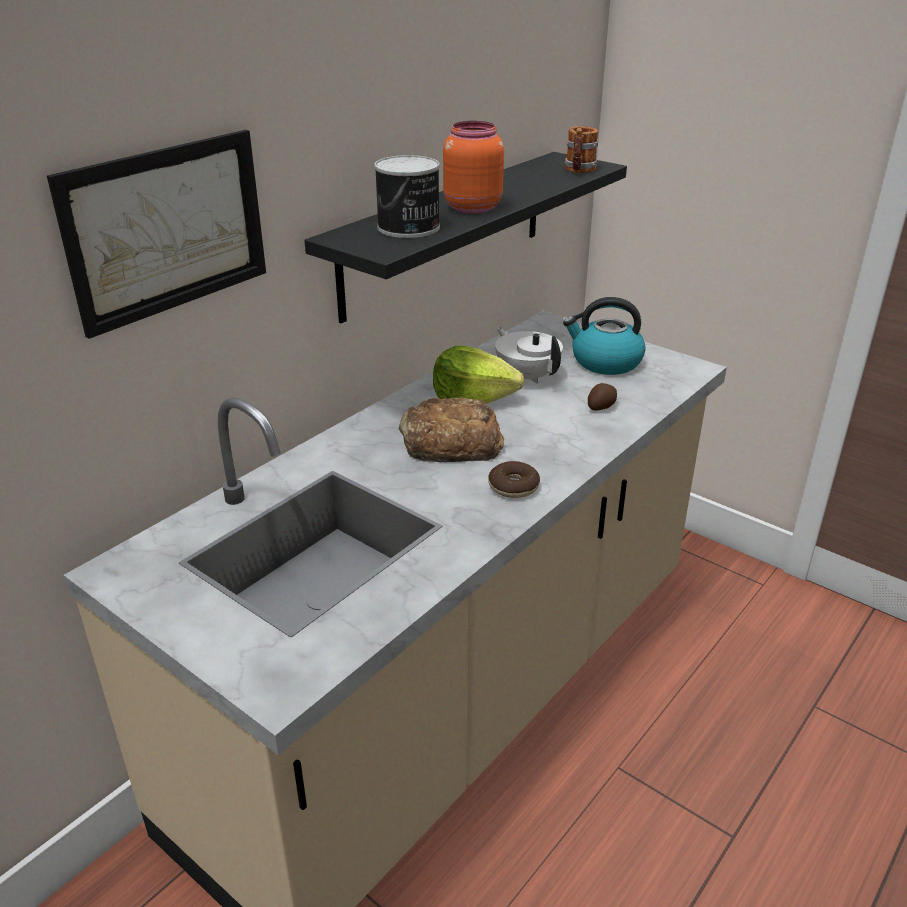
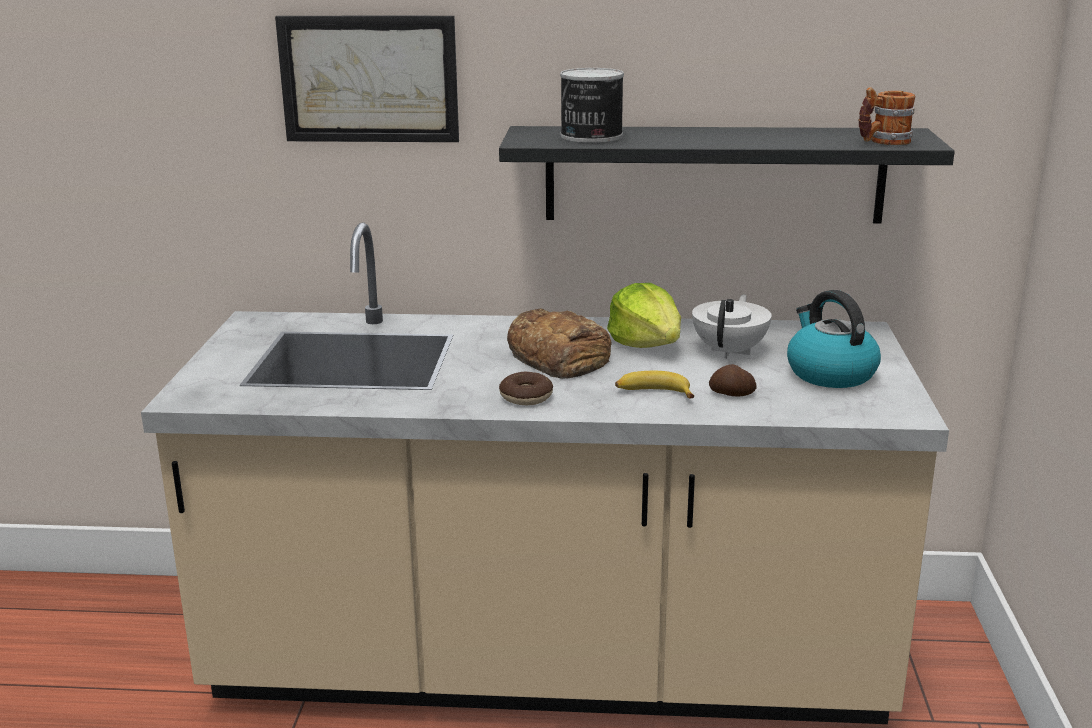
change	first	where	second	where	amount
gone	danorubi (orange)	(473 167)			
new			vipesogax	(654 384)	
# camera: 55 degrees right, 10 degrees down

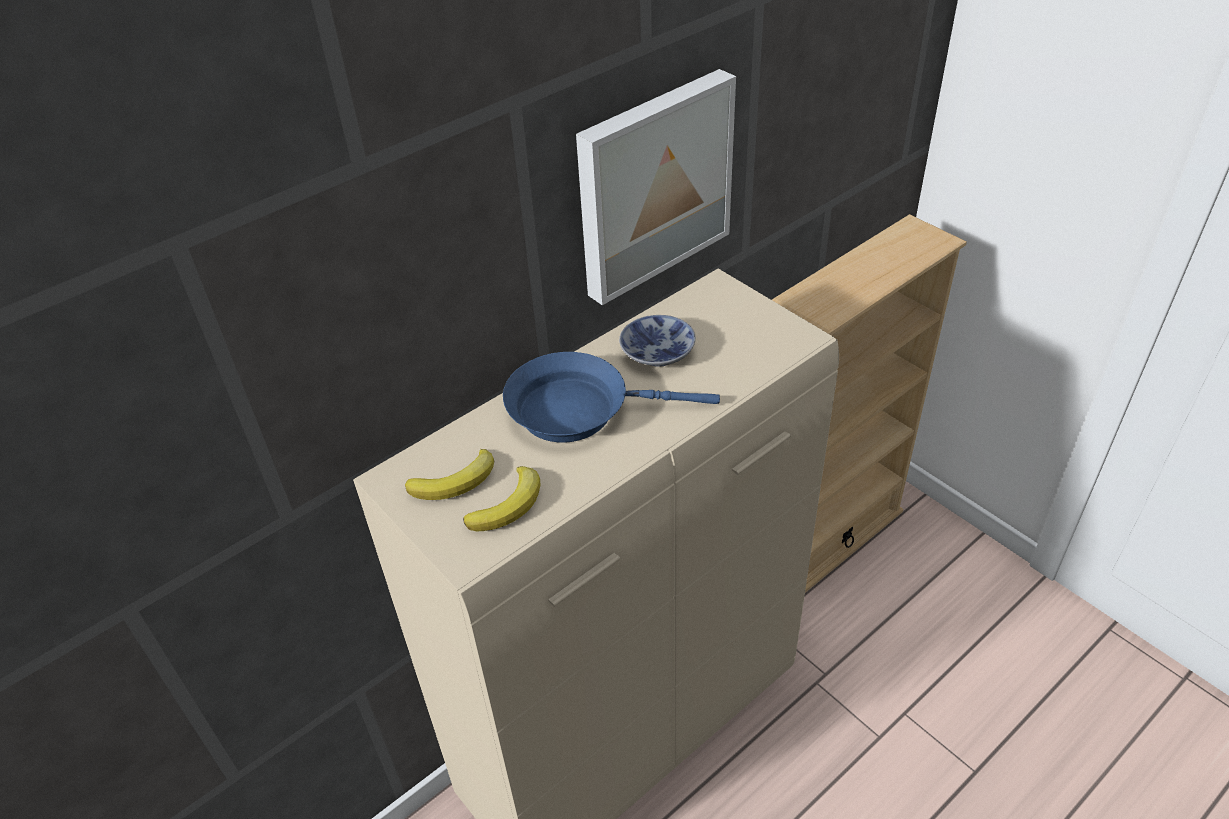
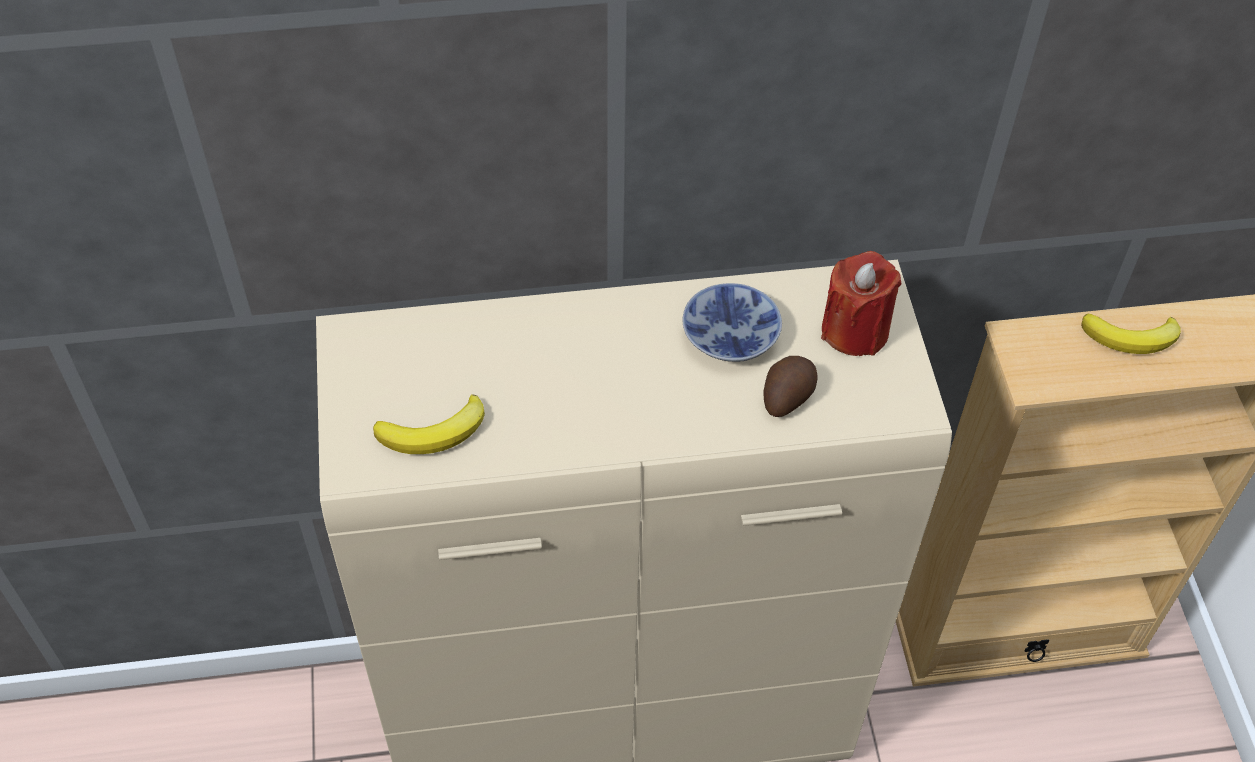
change	first	where	second	where	amount
shifted	vipesogax	(449 474)		(1131 334)	
gone	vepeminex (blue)	(611 397)			
gone	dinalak	(656 187)			
new			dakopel	(790 386)	
new			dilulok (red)	(861 303)	
# camera: 30 degrees right, 10 degrees up

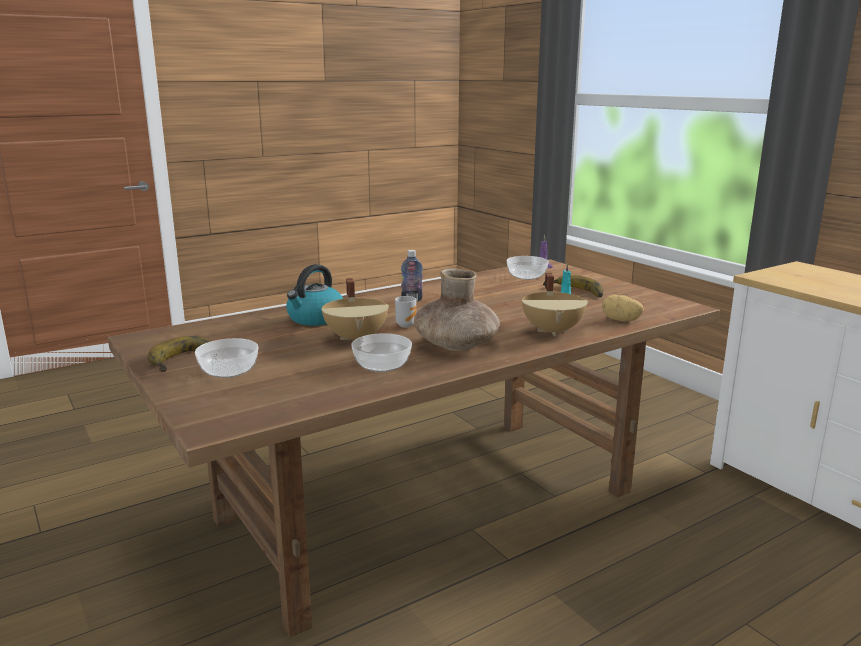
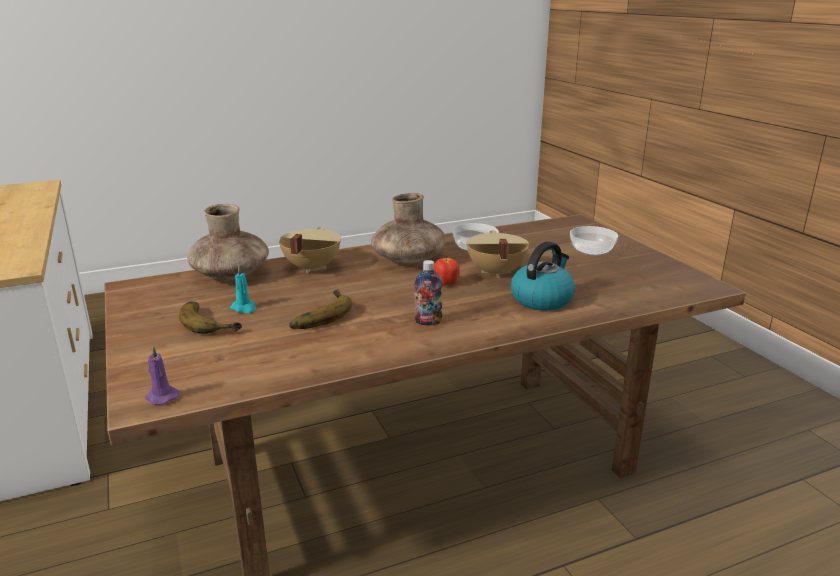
change	first	where	second	where	amount
shifted	vipesogax	(179 354)		(320 309)	
swapped	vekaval	(405 312)	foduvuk	(447 271)	
gone	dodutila	(528 268)			
swapped	dakopel	(622 308)	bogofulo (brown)	(228 242)	
# camera: 170 degrees left, 5 degrees up

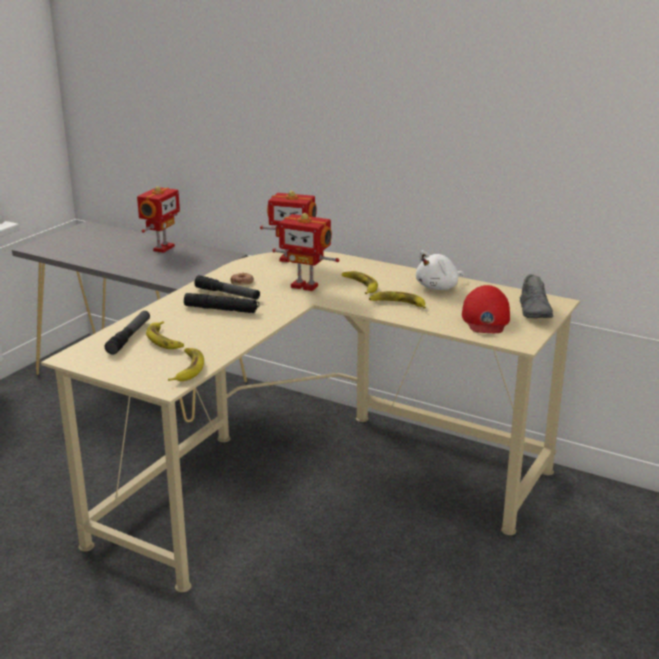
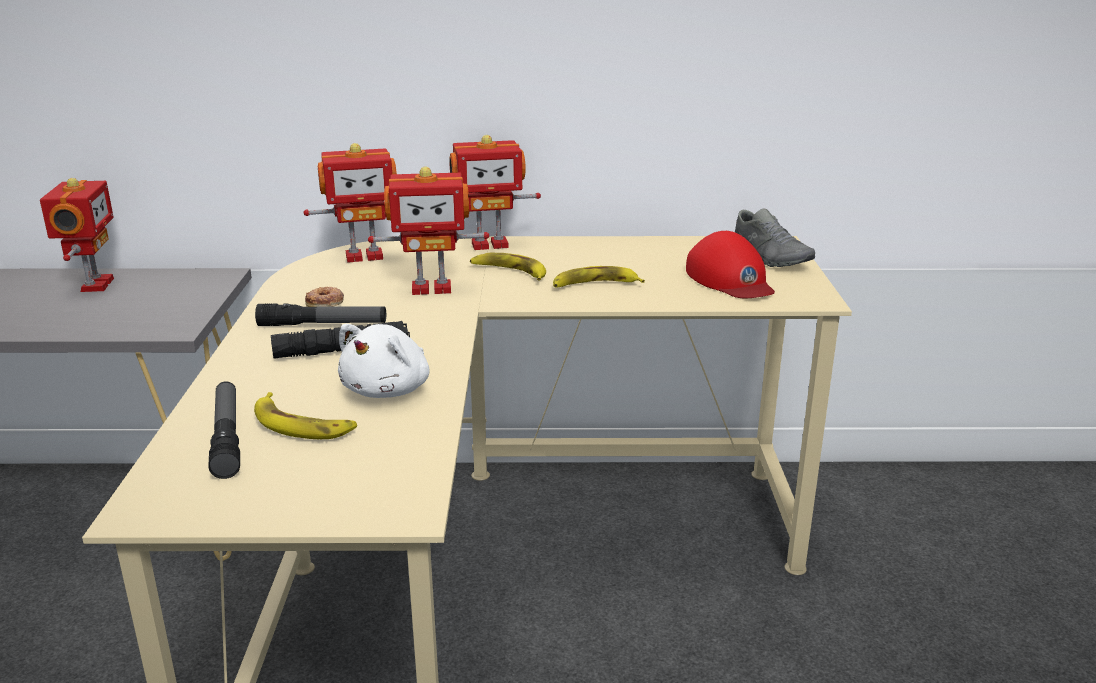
change	first	where	second	where	amount
gone	vipesogax	(186 364)			
shifted	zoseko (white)	(440 270)		(383 361)	
new			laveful	(495 192)	
# camera: 30 degrees left, 0 degrees up

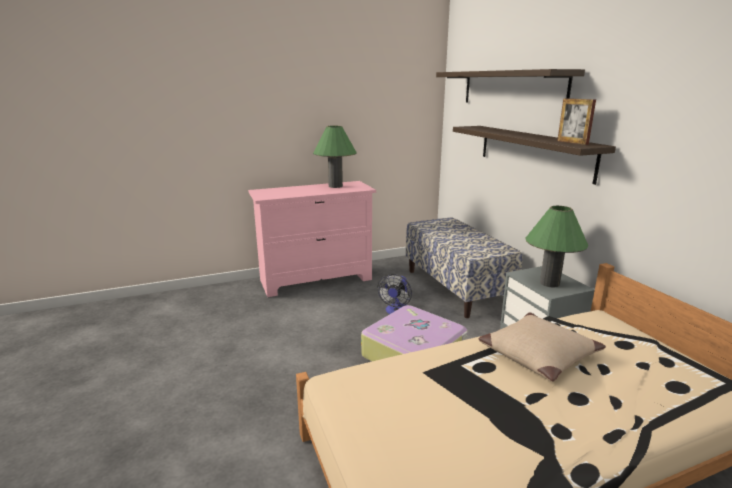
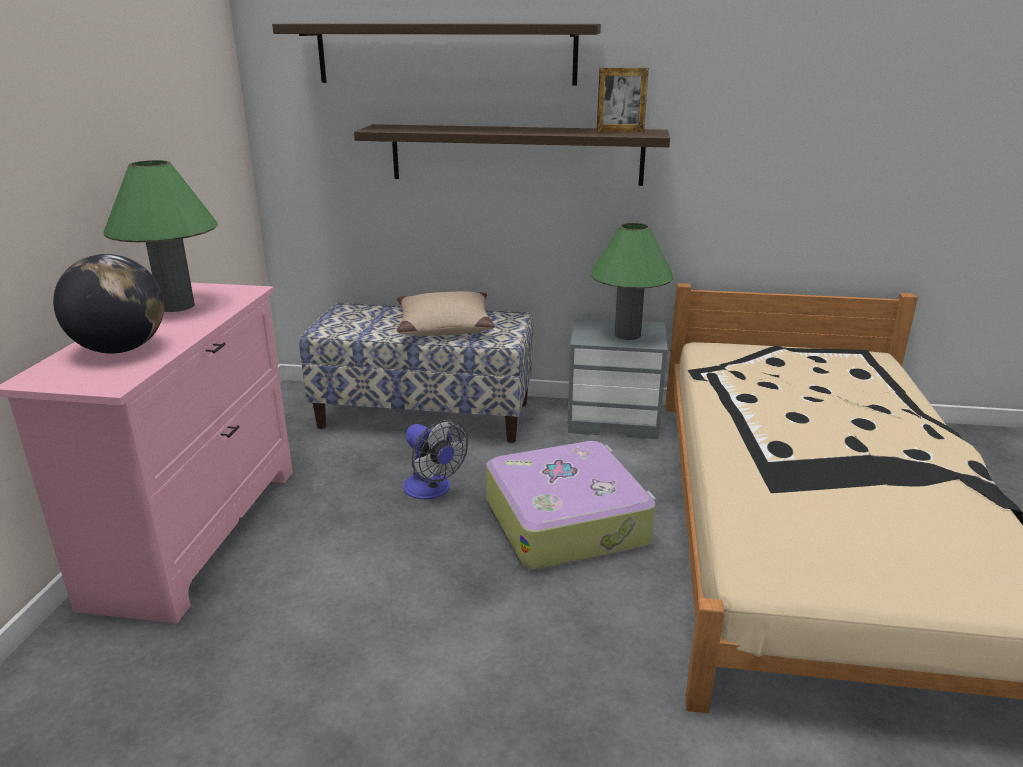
change	first	where	second	where	amount
shifted	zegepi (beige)	(542 347)		(446 313)	
new			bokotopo	(108 304)	
# camera: 60 degrees left, 5 degrees up

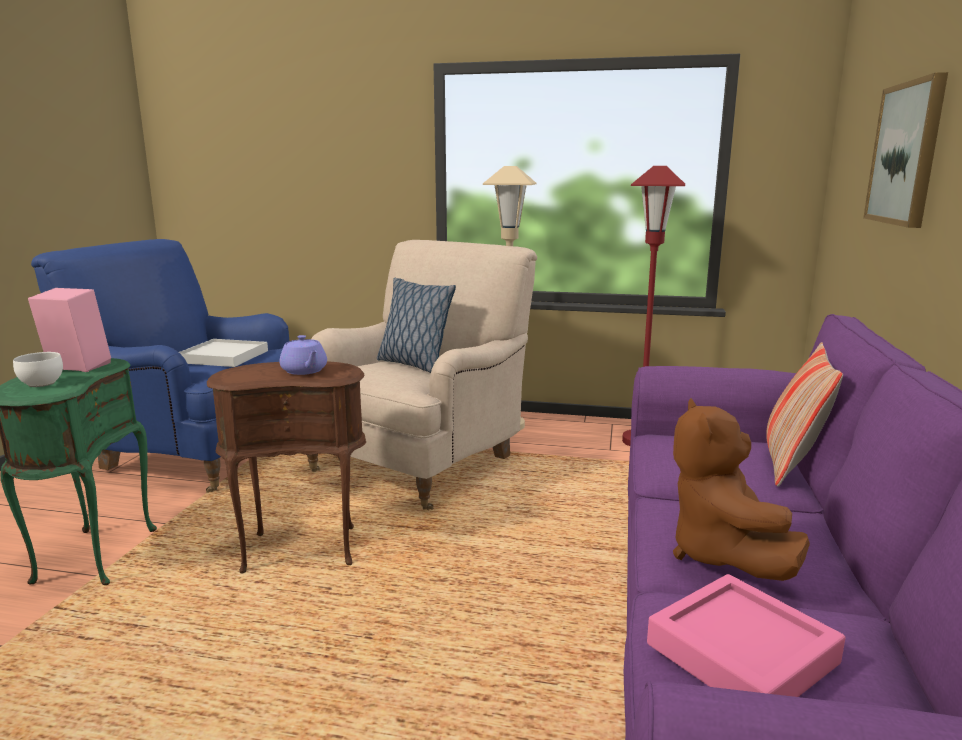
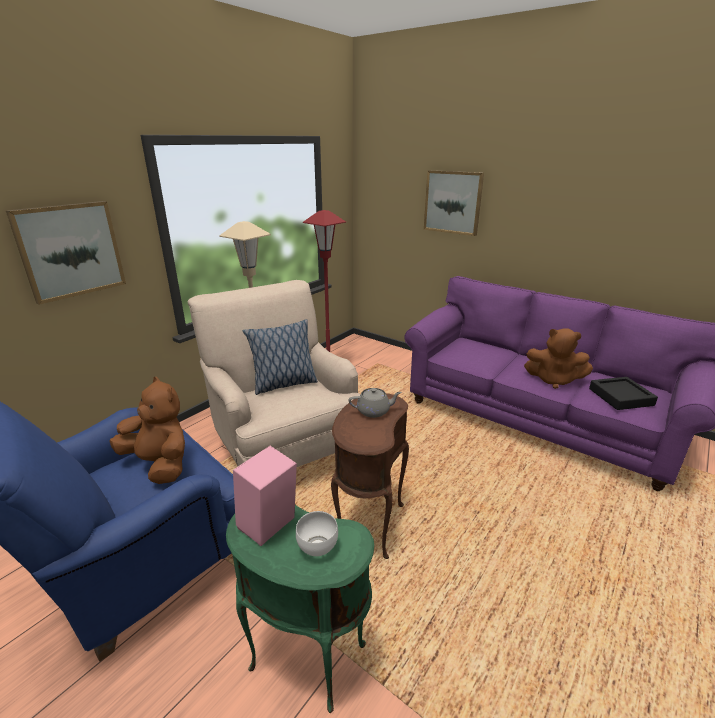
change	first	where	second	where	amount
swapped	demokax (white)	(223 353)	zoseko (brown)	(147 430)	
repainted	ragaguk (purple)	(303 355)	ragaguk (grey)	(375 403)	
repainted	demokax (pink)	(746 635)	demokax (black)	(623 393)	
gone	zegepi	(804 414)			
new			dinalak	(66 253)	
# camera: 65 degrees left, 10 degrees up

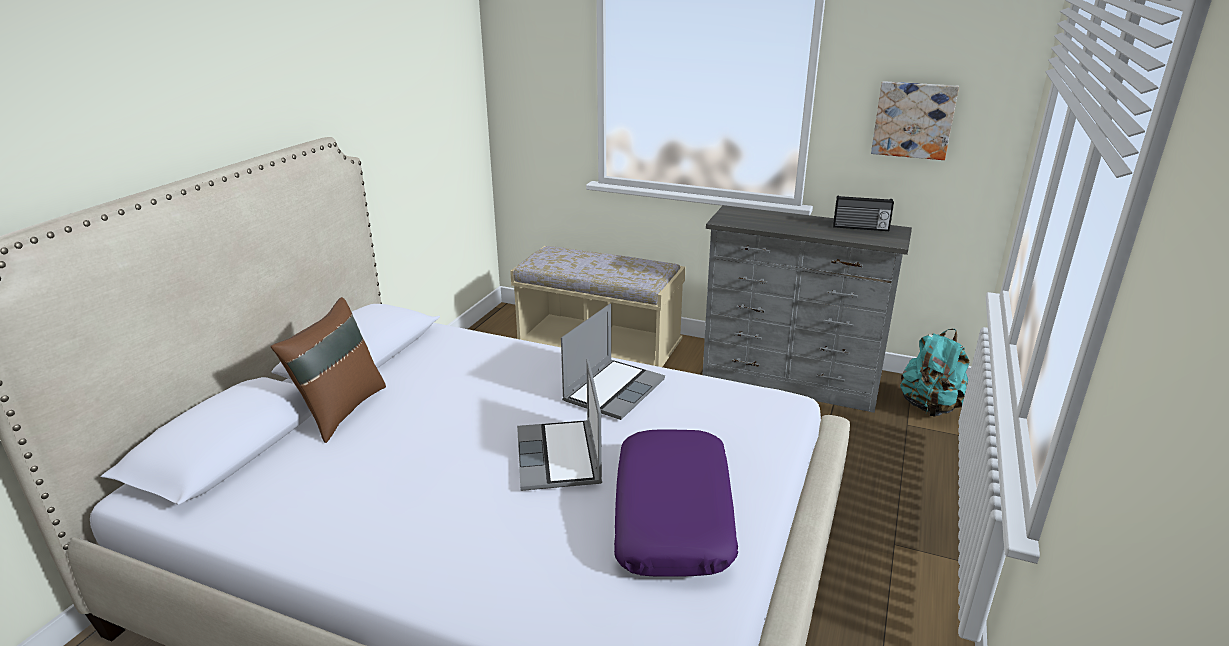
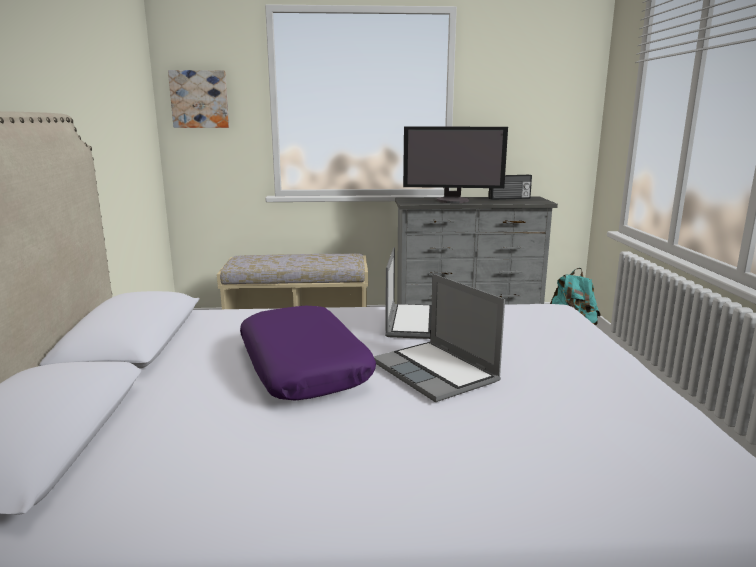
change	first	where	second	where	amount
gone	zegepi (brown)	(328 370)			
shifted	zegepi (purple)	(676 503)		(308 353)	
shifted	dinalak	(915 120)		(198 99)	
new			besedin	(455 165)	
# camera: 25 degrees left, 10 degrees down

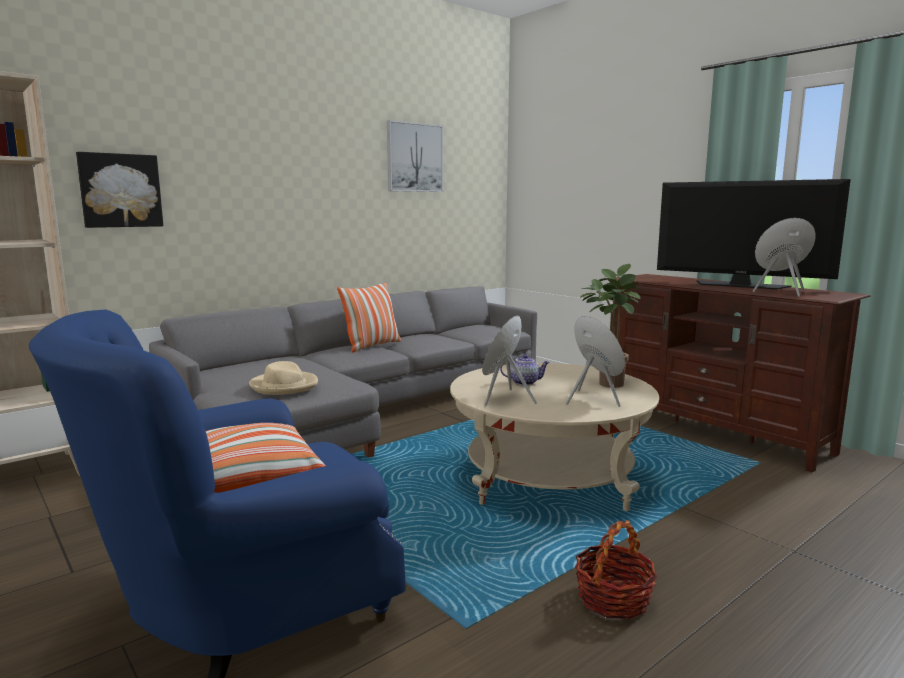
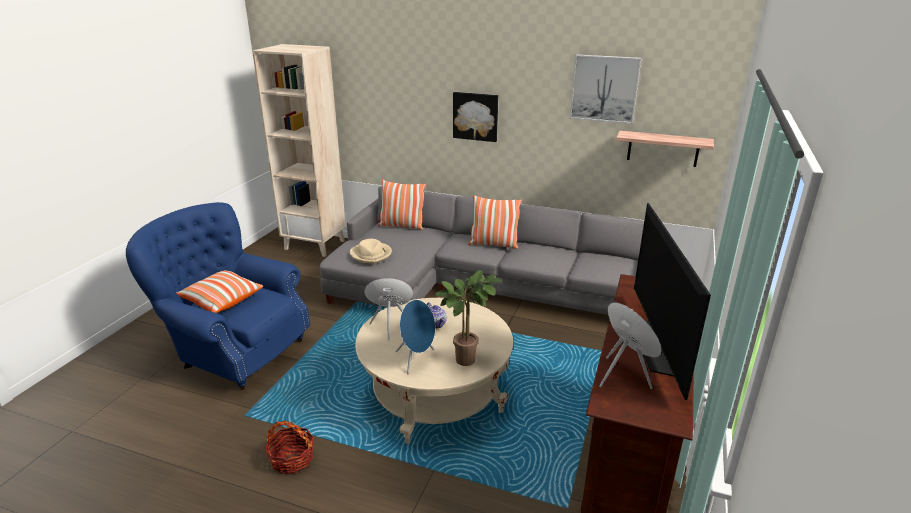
change	first	where	second	where	amount
shifted	dinalak	(119 190)		(475 117)	
new			zegepi	(402 204)	
new			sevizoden	(665 149)	
# camera: 60 degrees right, 15 degrees up

